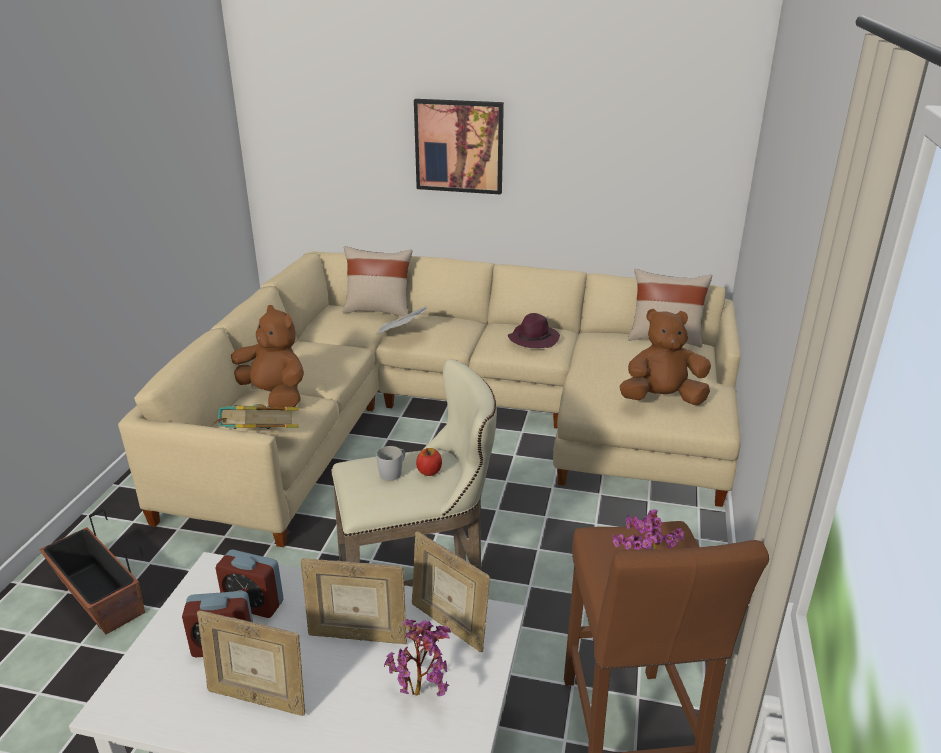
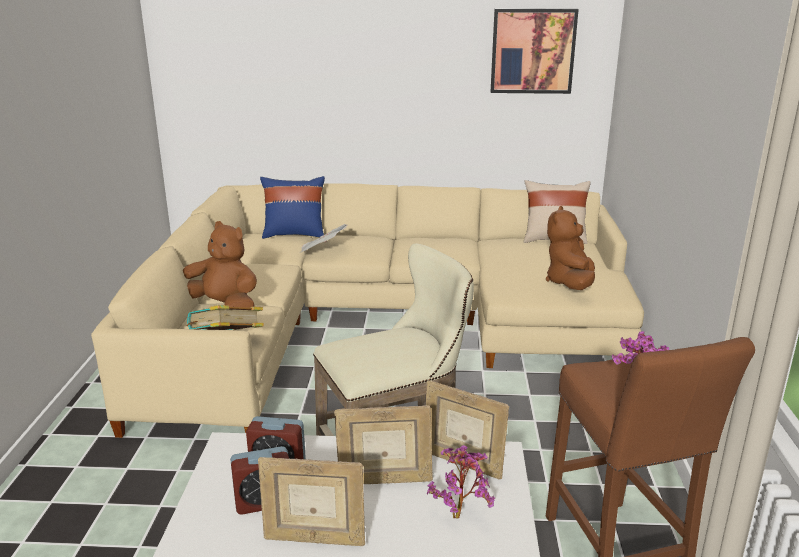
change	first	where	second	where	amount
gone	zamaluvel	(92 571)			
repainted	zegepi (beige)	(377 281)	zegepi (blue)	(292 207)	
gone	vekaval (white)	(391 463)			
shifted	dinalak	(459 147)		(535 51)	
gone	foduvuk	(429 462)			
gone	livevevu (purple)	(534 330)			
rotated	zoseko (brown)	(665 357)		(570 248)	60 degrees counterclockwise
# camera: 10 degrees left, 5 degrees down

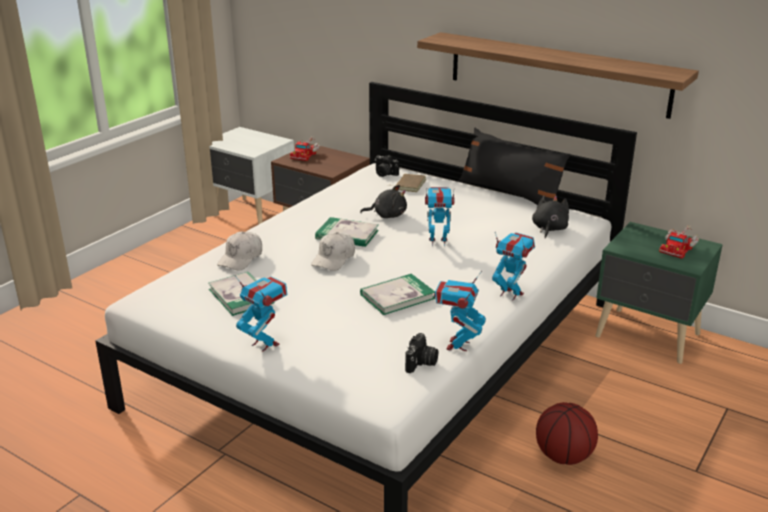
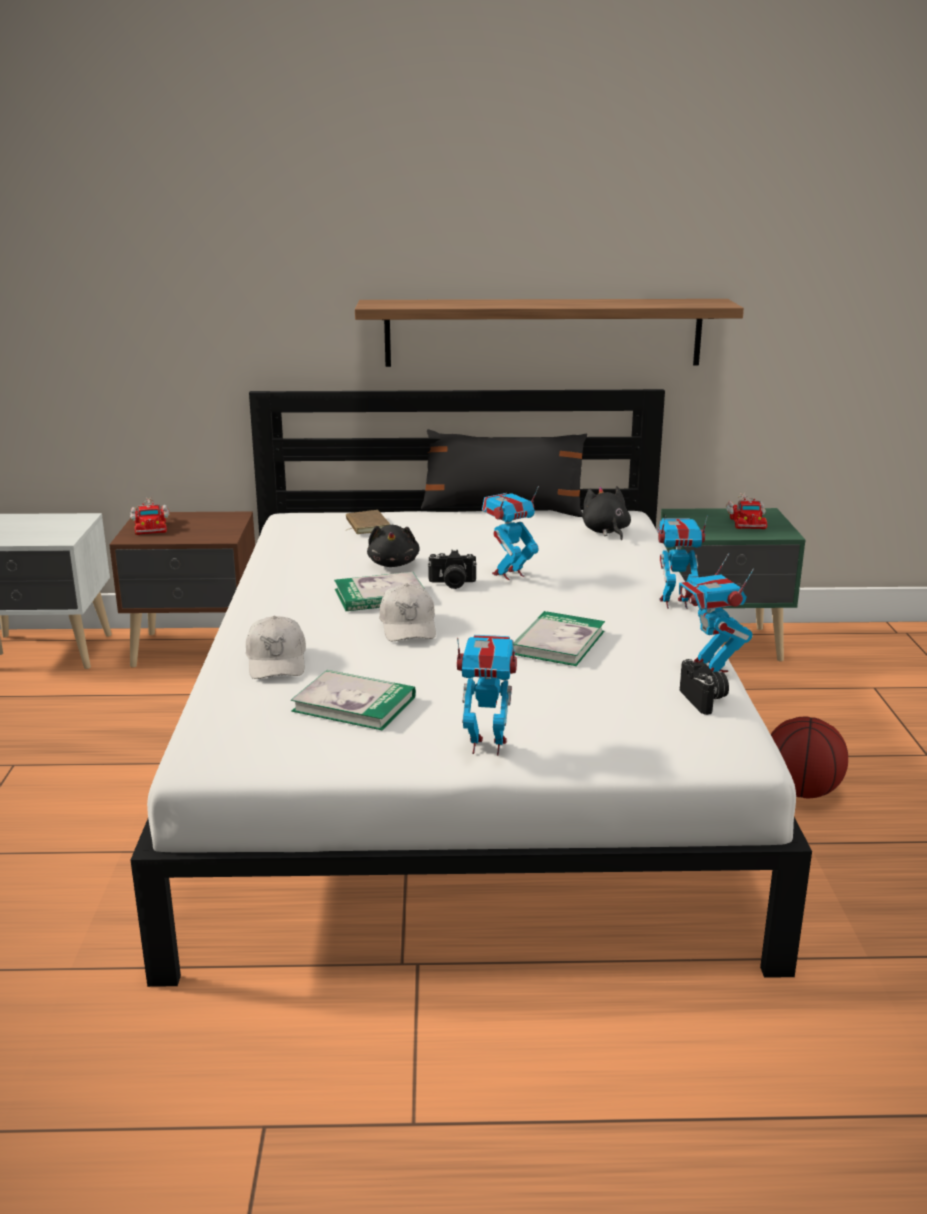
change	first	where	second	where	amount
rotated	zoseko (black)	(383 201)		(393 546)	120 degrees clockwise
shifted	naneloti	(387 166)		(452 569)	
# camera: 35 degrees left, 5 degrees down

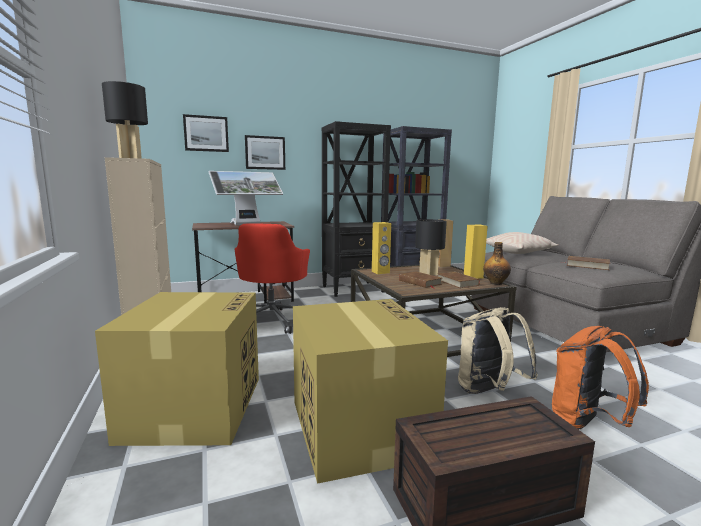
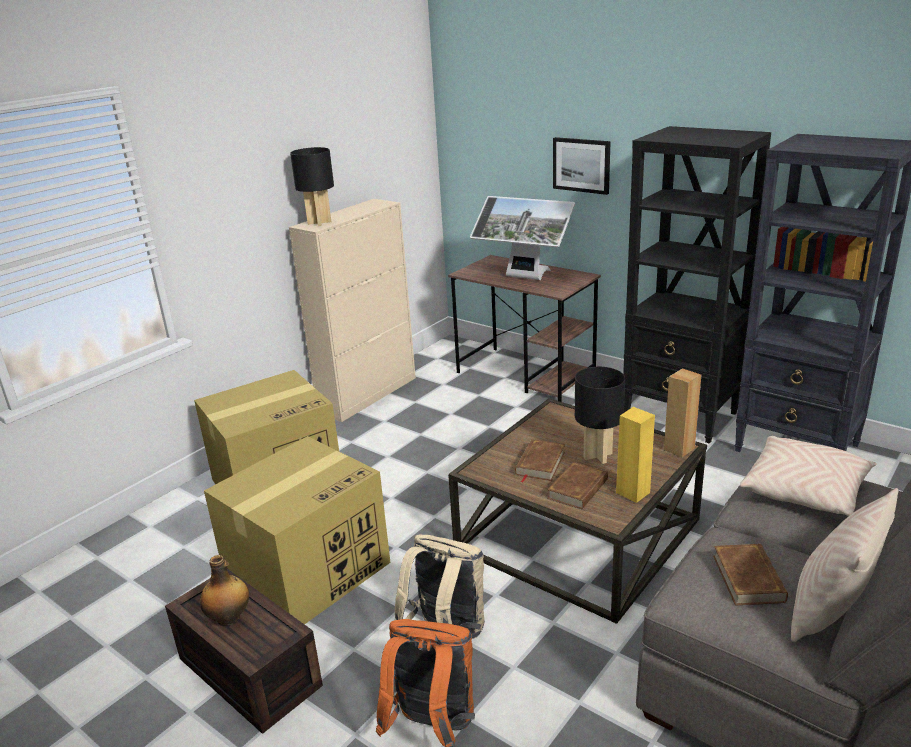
change	first	where	second	where	amount
gone	dinalak	(206 133)			
gone	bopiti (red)	(272 278)			
gone	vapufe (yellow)	(381 248)			
shifted	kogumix	(497 263)		(224 591)	
new			zegepi (beige)	(844 565)	
# camera: 60 degrees right, 15 degrees up

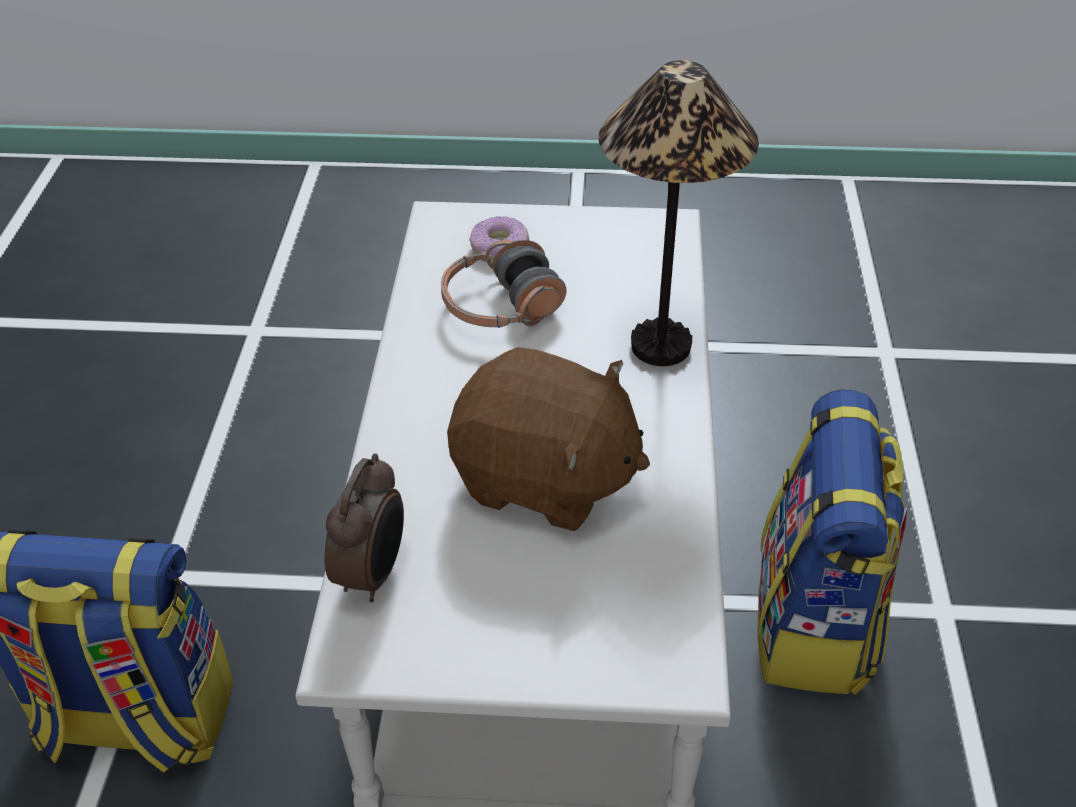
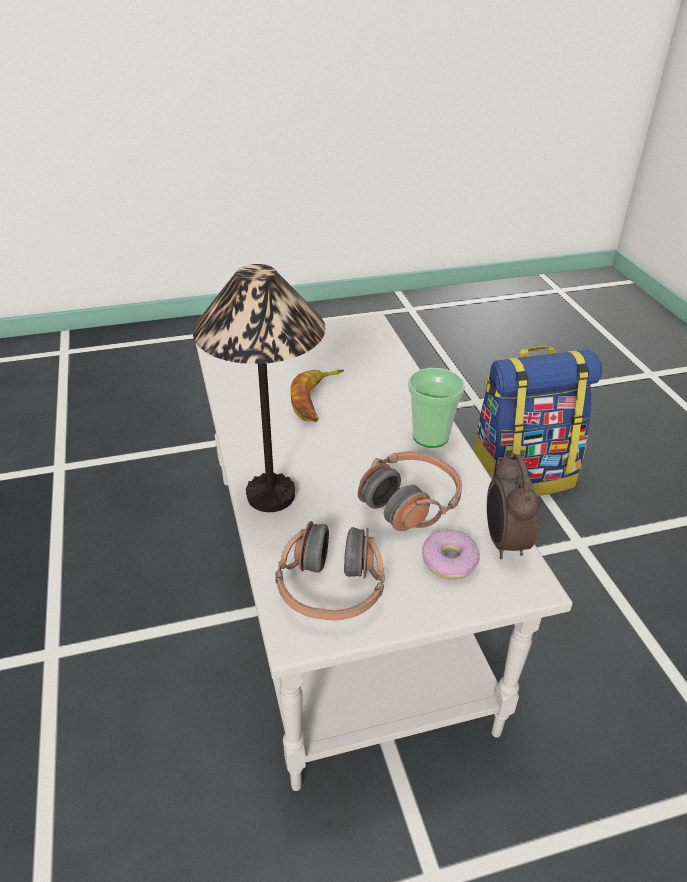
change	first	where	second	where	amount
shifted	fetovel	(364 527)		(513 505)	
swapped	zoseko (brown)	(548 439)	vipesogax	(317 395)	
gone	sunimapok	(832 542)			
new			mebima	(330 570)	
new			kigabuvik	(436 408)	
# camera: 160 degrees right, 5 degrees down

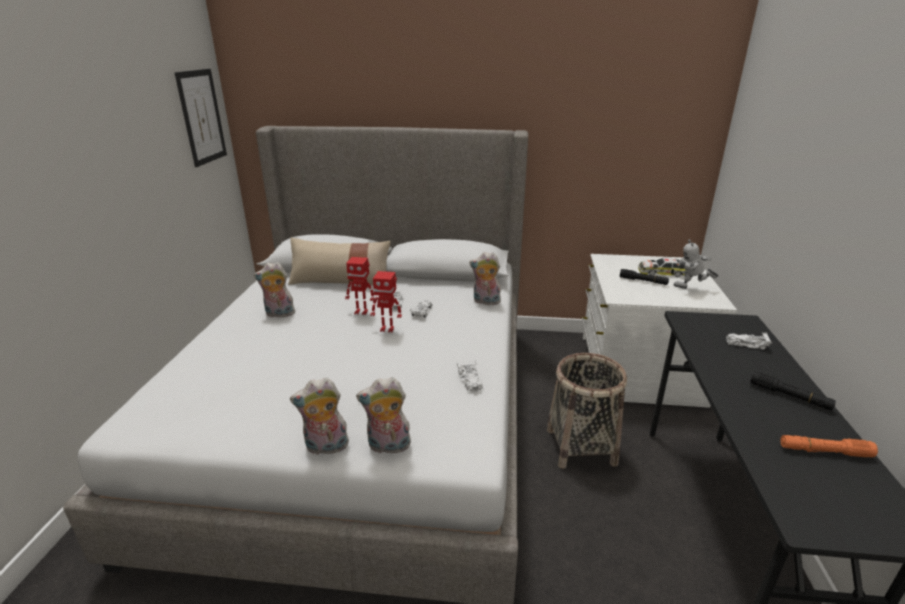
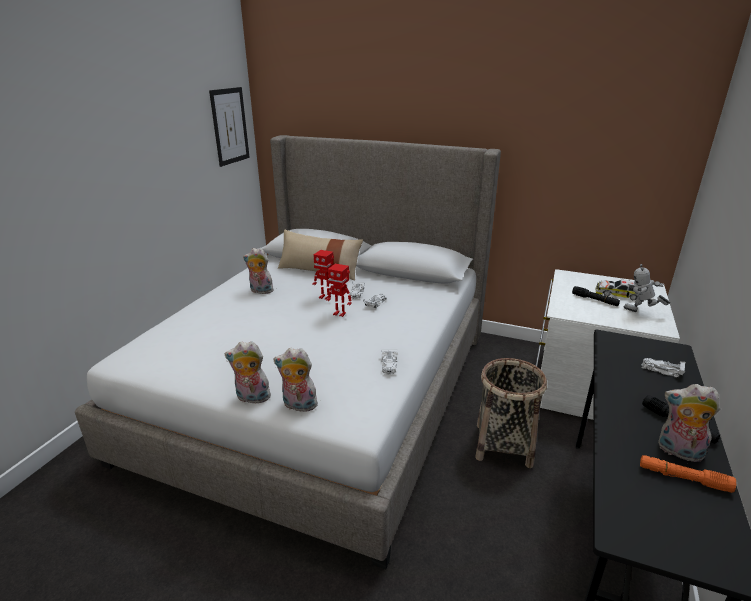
change	first	where	second	where	amount
shifted	zoseko	(486 278)		(689 423)	
# camera: 15 degrees right, 0 degrees up

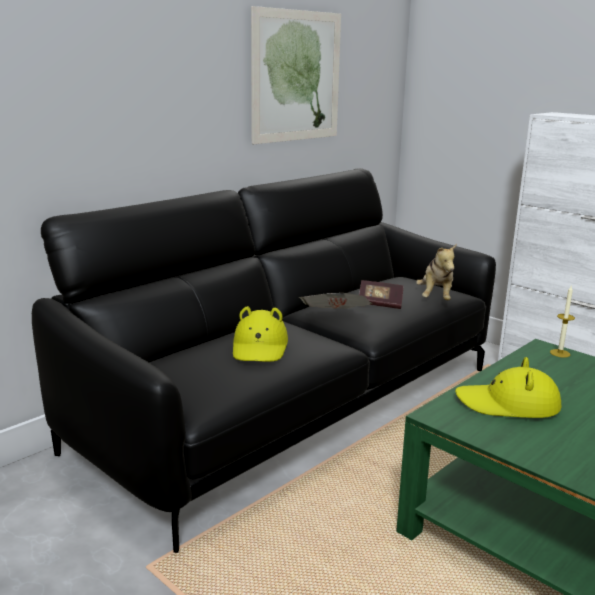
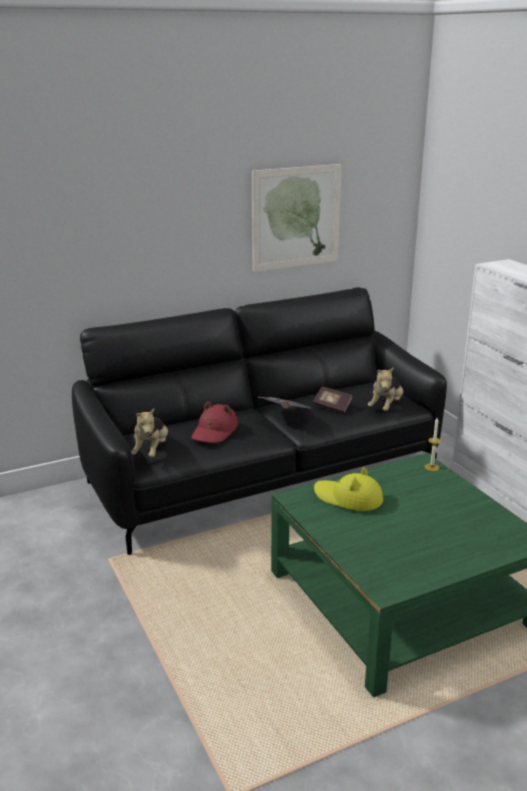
change	first	where	second	where	amount
repainted	livevevu (yellow)	(260 334)	livevevu (red)	(214 422)	
new			zoseko	(149 432)	
# camera: 20 degrees right, 5 degrees up

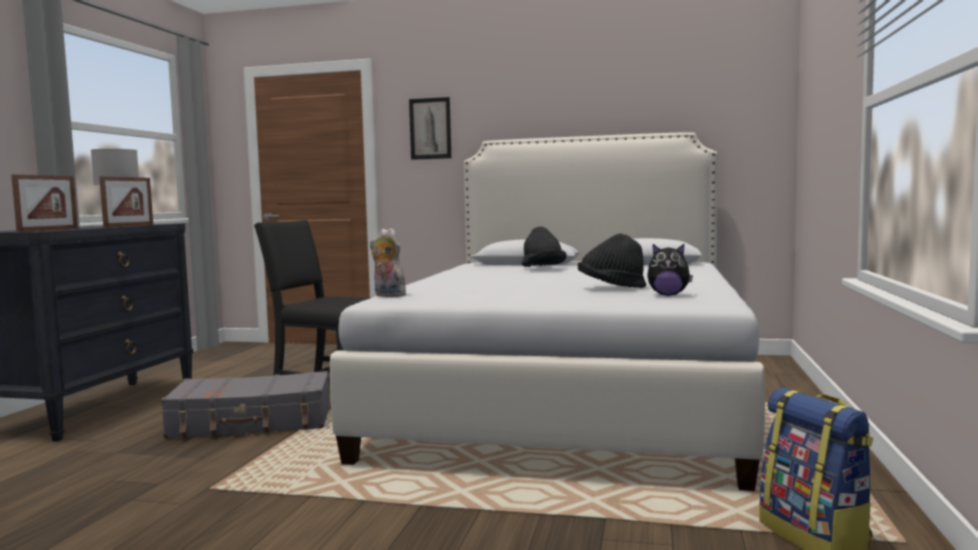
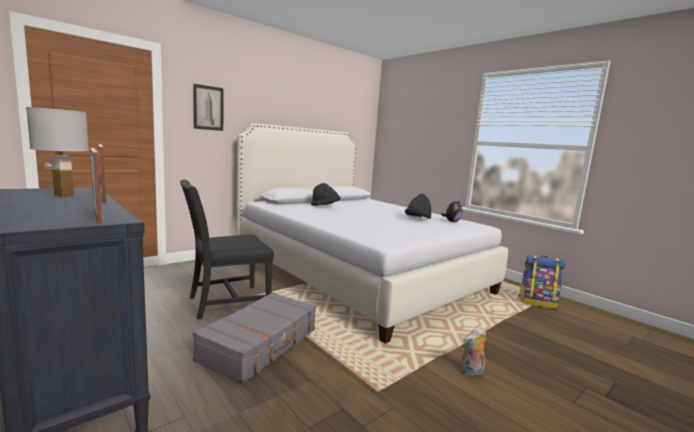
change	first	where	second	where	amount
shifted	zoseko	(388 262)		(473 351)	
# camera: 55 degrees left, 5 degrees up

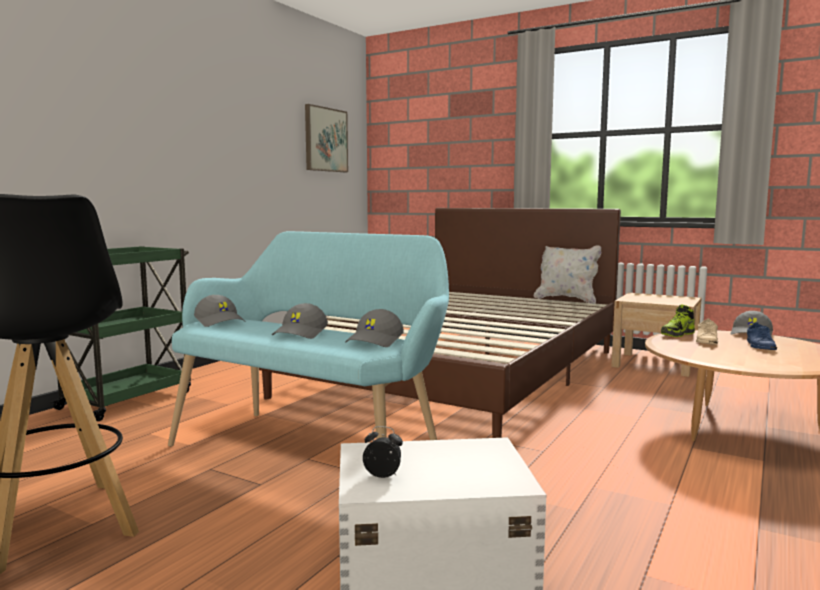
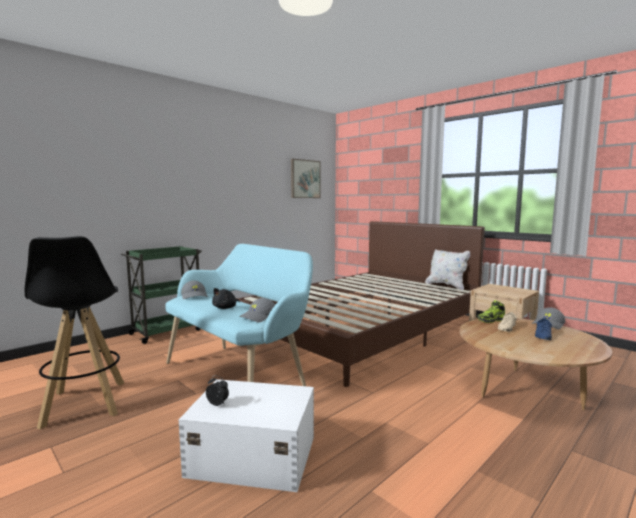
change	first	where	second	where	amount
swapped	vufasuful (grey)	(300 321)	zoseko (black)	(226 298)	
# camera: 15 degrees right, 0 degrees up

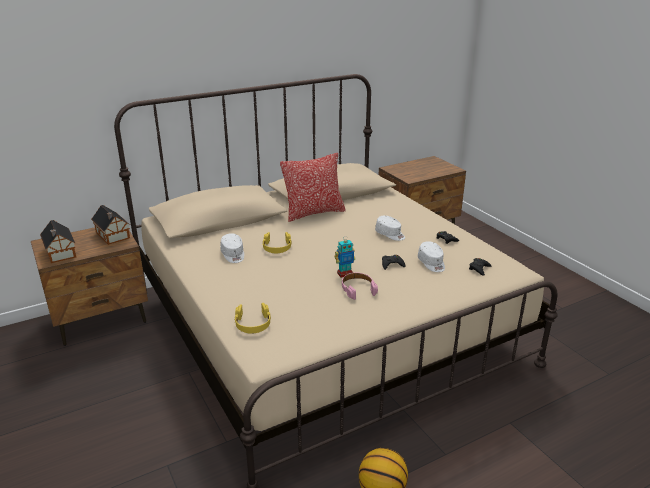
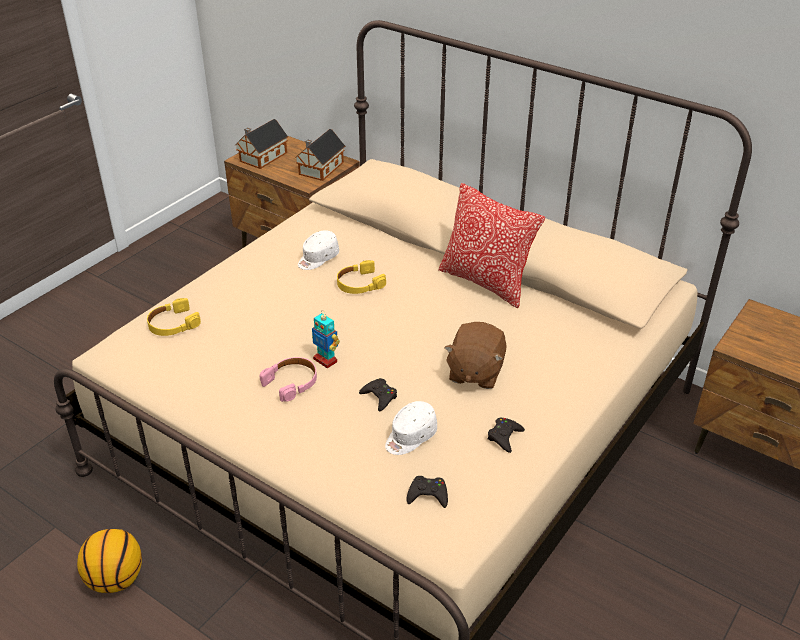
change	first	where	second	where	amount
swapped	vufasuful (white)	(390 228)	zoseko (brown)	(475 355)	
# camera: 65 degrees right, 10 degrees up

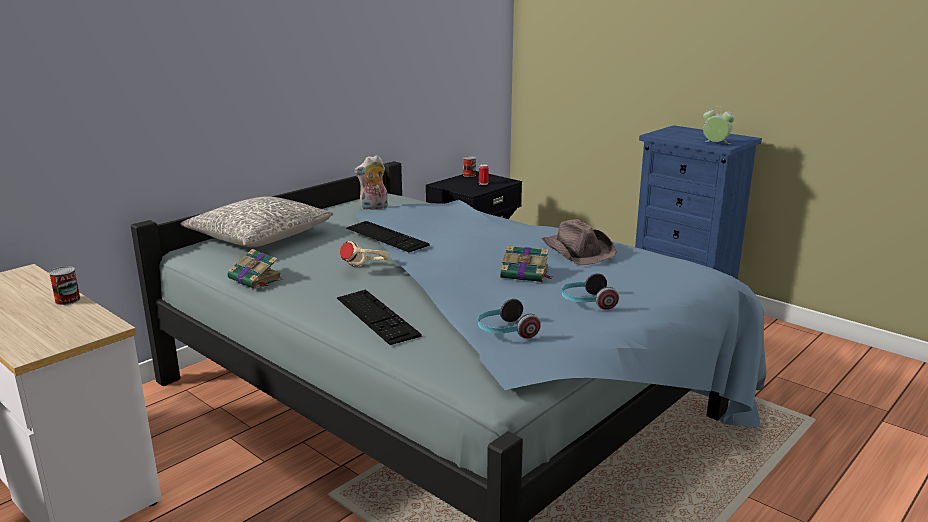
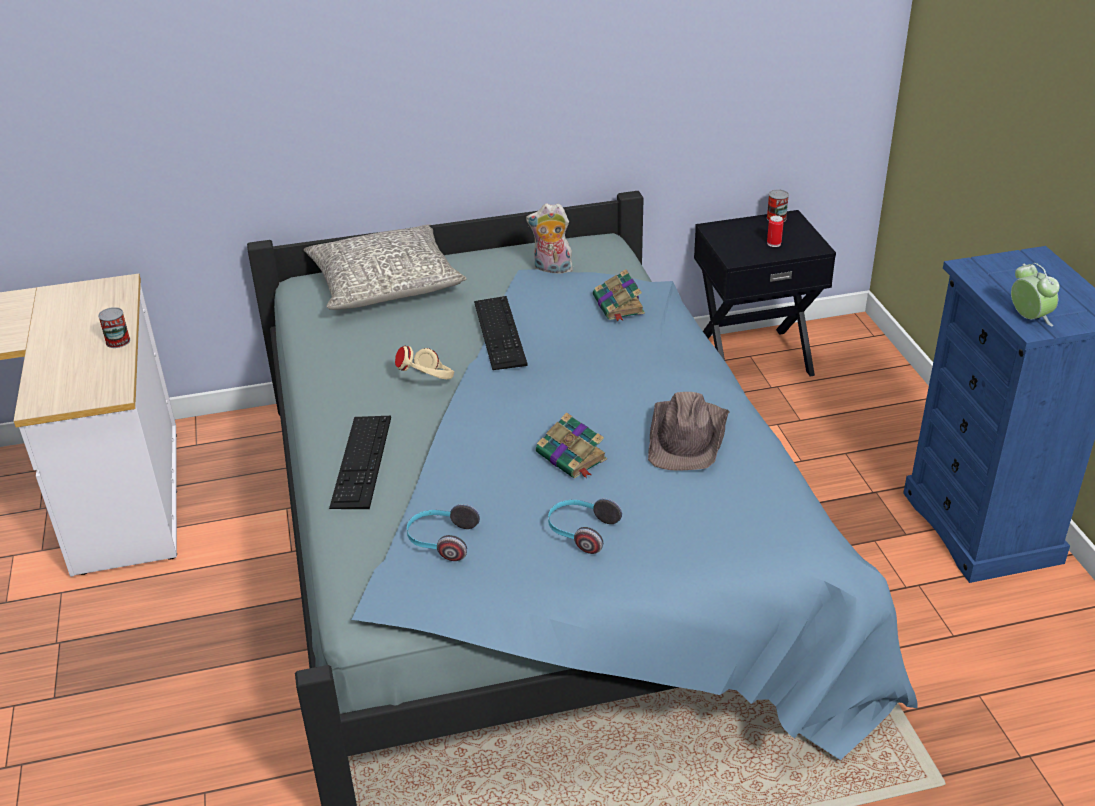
change	first	where	second	where	amount
shifted	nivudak	(255 269)		(619 295)	
# camera: 35 degrees right, 15 degrees up

